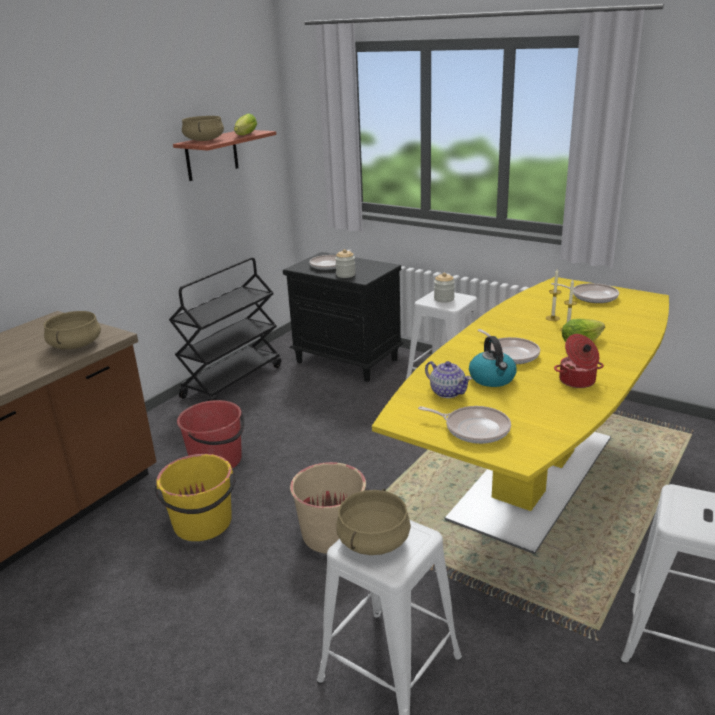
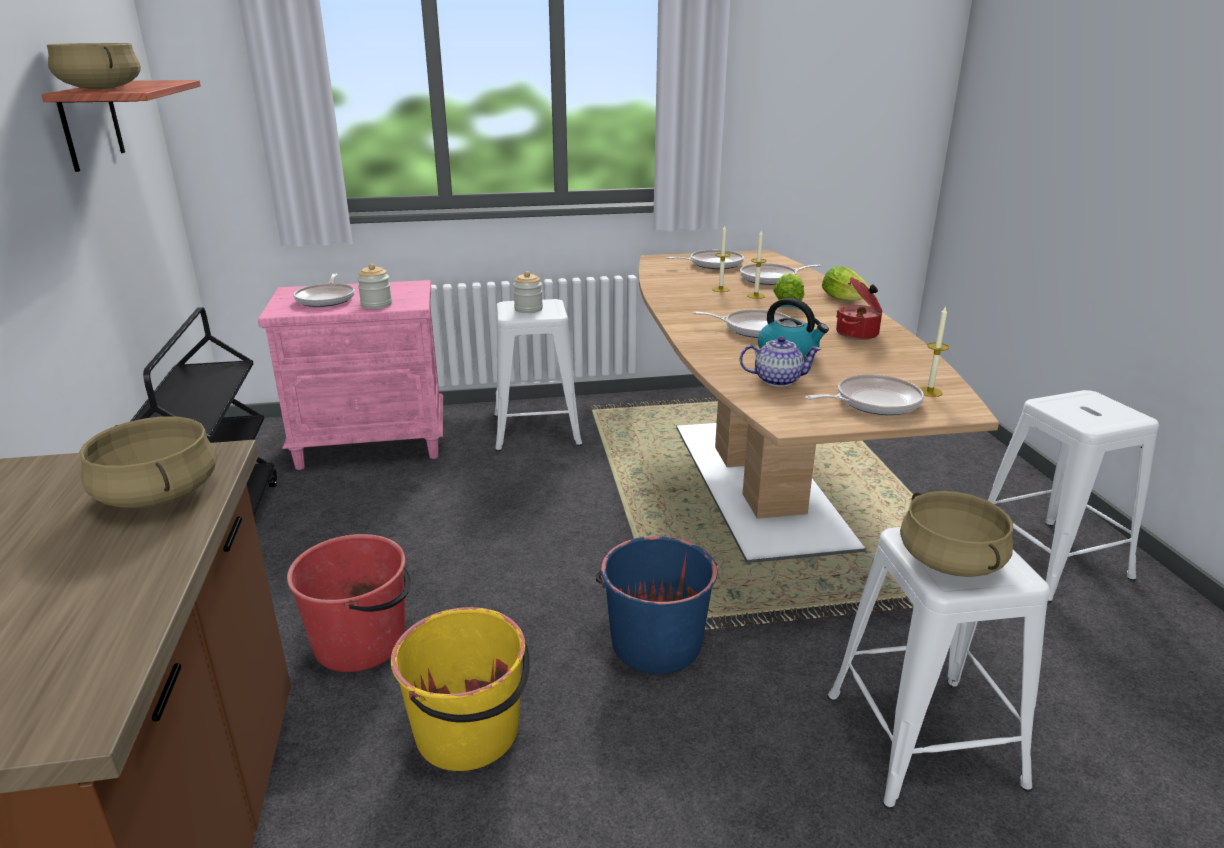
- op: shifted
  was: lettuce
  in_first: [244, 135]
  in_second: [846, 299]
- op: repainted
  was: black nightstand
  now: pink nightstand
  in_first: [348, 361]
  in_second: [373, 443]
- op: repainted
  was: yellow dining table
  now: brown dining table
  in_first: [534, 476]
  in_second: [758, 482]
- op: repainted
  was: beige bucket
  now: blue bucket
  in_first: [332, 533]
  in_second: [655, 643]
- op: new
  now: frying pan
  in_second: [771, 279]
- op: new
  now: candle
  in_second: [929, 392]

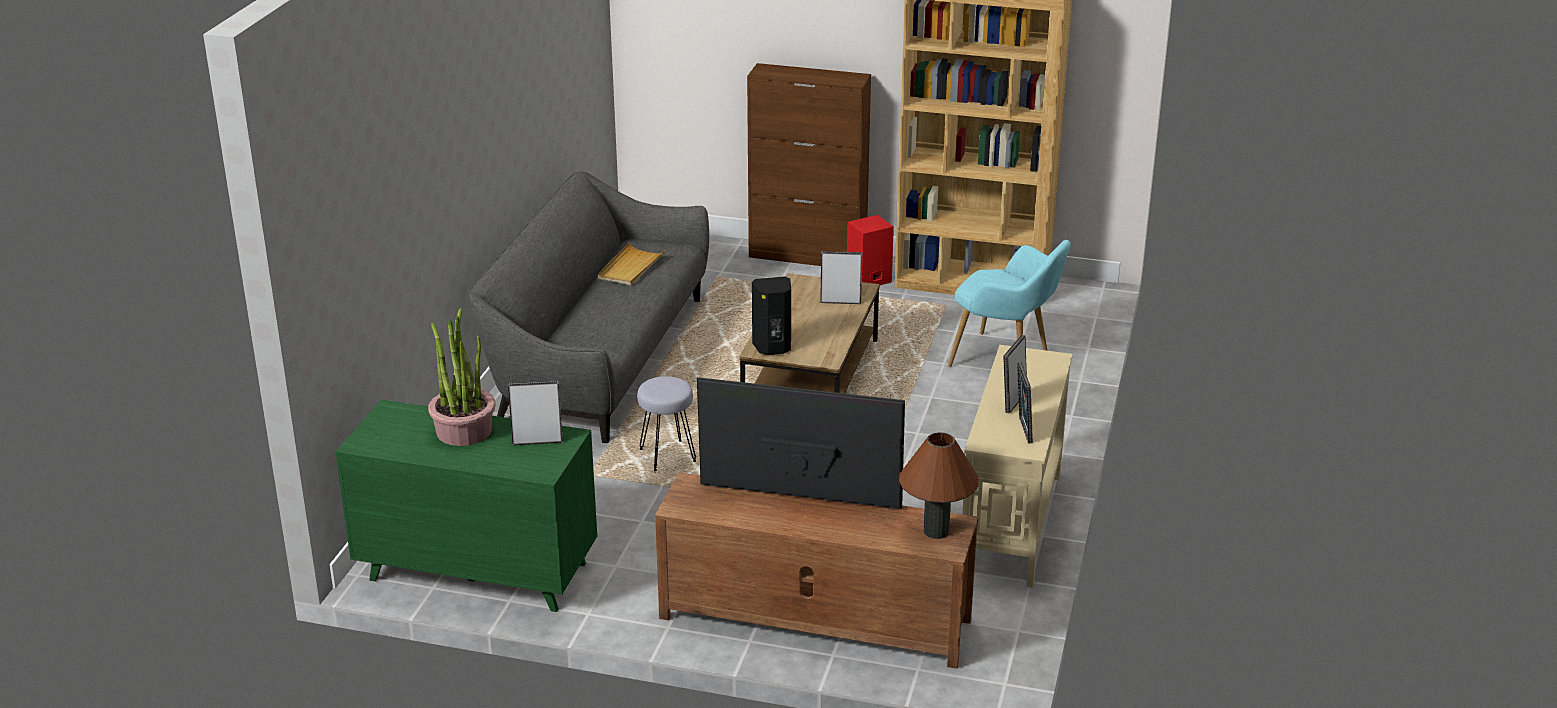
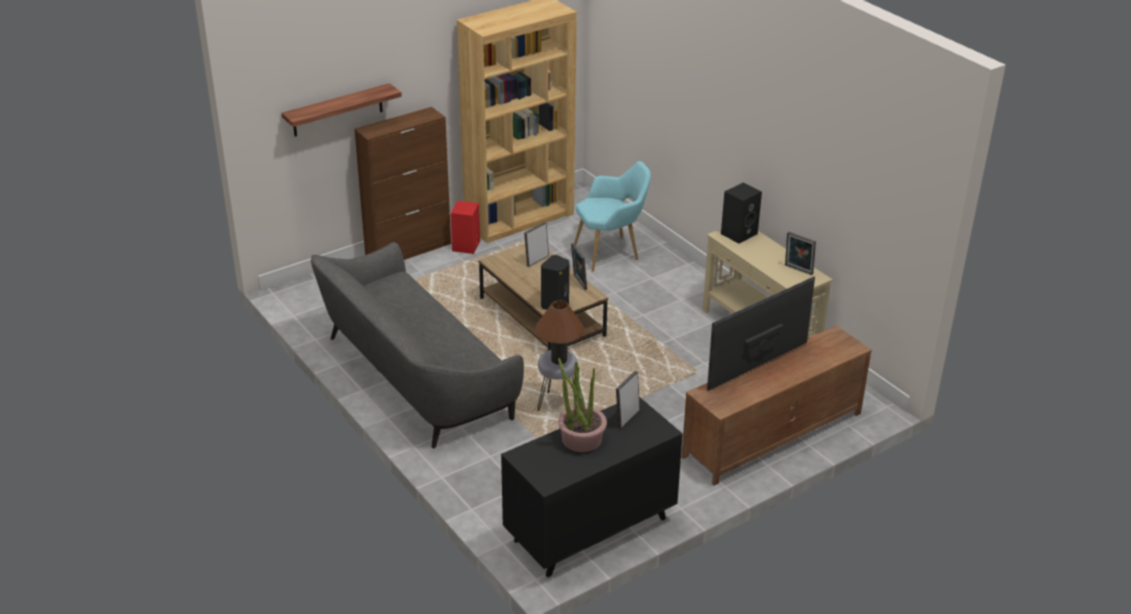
- op: gone
  was: beige tray
  in_first: [631, 268]
- op: shifted
  was: picture frame
  in_first: [1013, 401]
  in_second: [578, 282]
- op: repainted
  was: green dresser
  now: black dresser
  in_first: [476, 572]
  in_second: [589, 530]
- op: shifted
  was: brown table lamp
  in_first: [936, 531]
  in_second: [559, 359]
- op: new
  now: shelf
  in_second: [337, 110]
- op: new
  now: black speaker
  in_second: [739, 233]

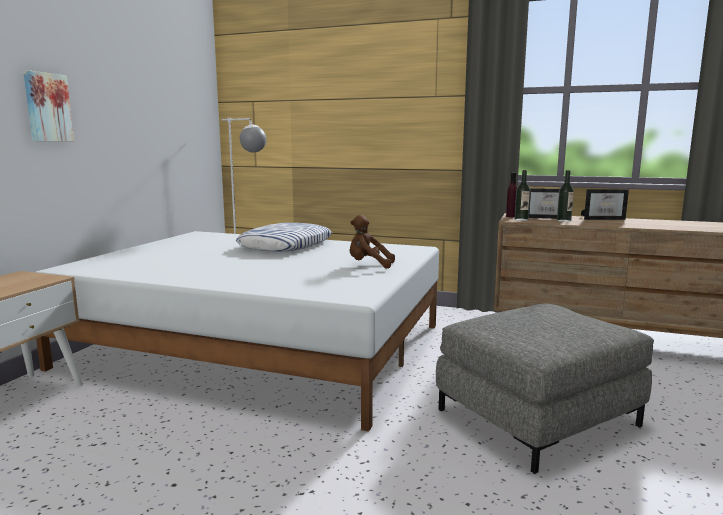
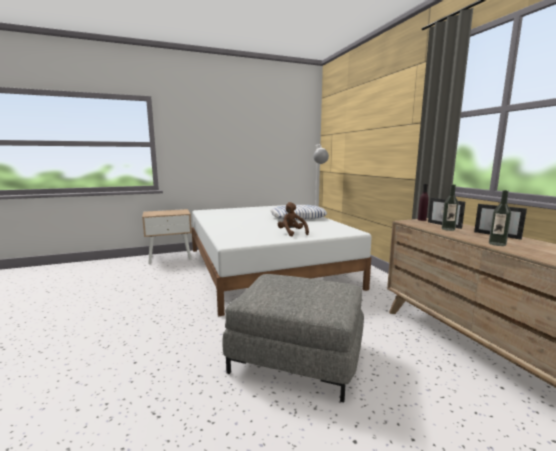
- op: gone
  was: picture
  in_first: [47, 107]
- op: shifted
  was: bottle
  in_first: [521, 219]
  in_second: [497, 244]

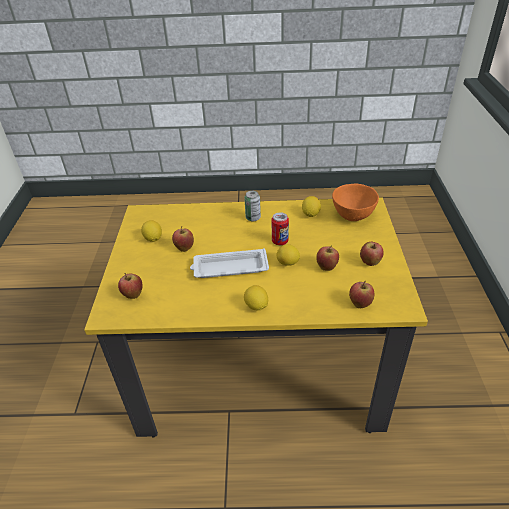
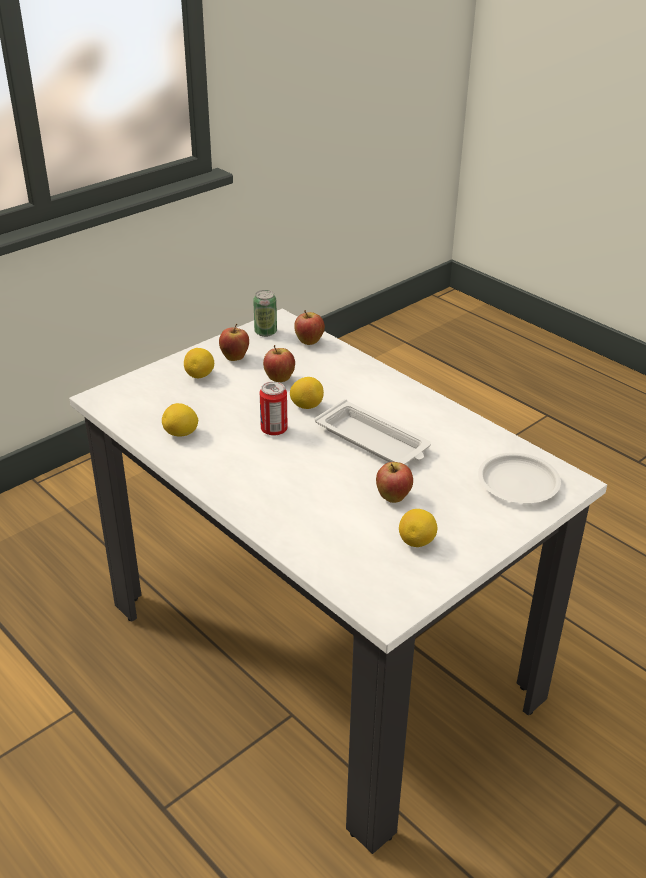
- op: gone
  was: orange bowl
  in_first: [353, 215]
- op: shifted
  was: can
  in_first: [253, 218]
  in_second: [265, 332]
- op: repainted
  was: yellow dining table
  now: white dining table
  in_first: [260, 370]
  in_second: [320, 652]
- op: swapped
  was: apple
  now: white plate
  in_first: [133, 295]
  in_second: [519, 483]
- op: shifted
  was: lemon
  in_first: [256, 306]
  in_second: [200, 376]

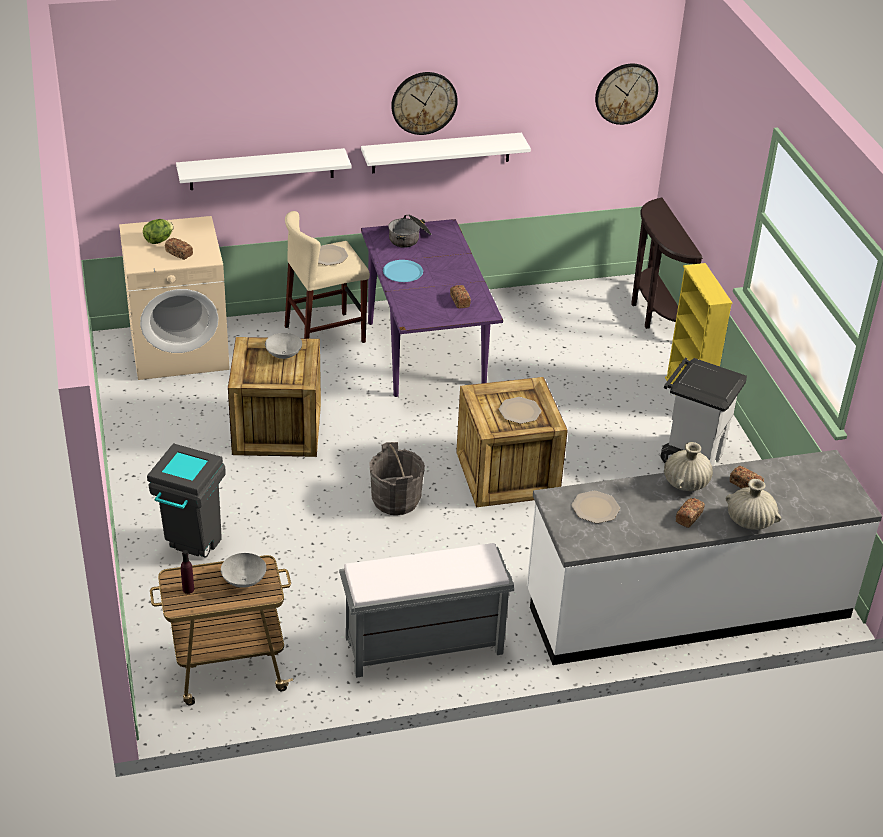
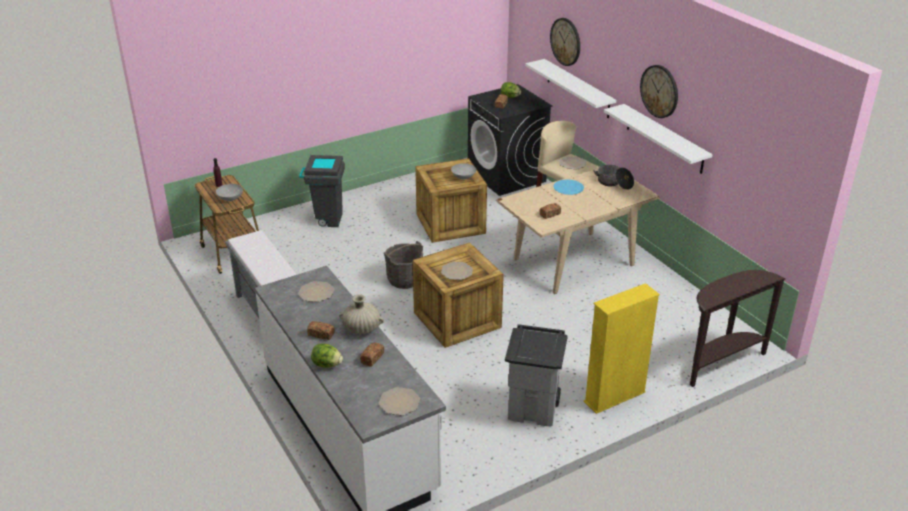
- op: shifted
  was: wall clock
  in_first: [626, 93]
  in_second: [566, 41]
- op: repainted
  was: beige washing machine
  now: black washing machine
  in_first: [180, 349]
  in_second: [507, 176]
- op: repainted
  was: purple dining table
  now: beige dining table
  in_first: [426, 354]
  in_second: [573, 262]
- op: swapped
  was: beige vase
  now: lettuce
  in_first: [749, 521]
  in_second: [327, 364]
- op: new
  now: plate
  in_second: [399, 402]

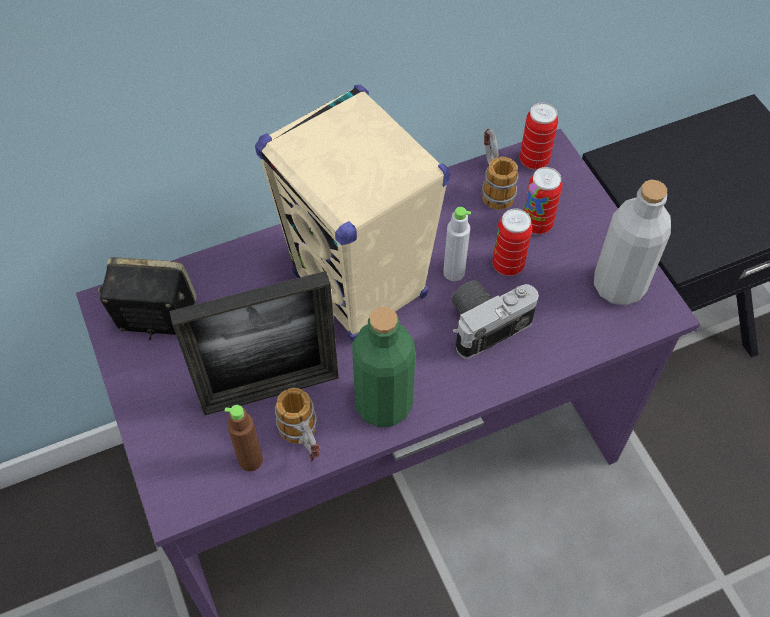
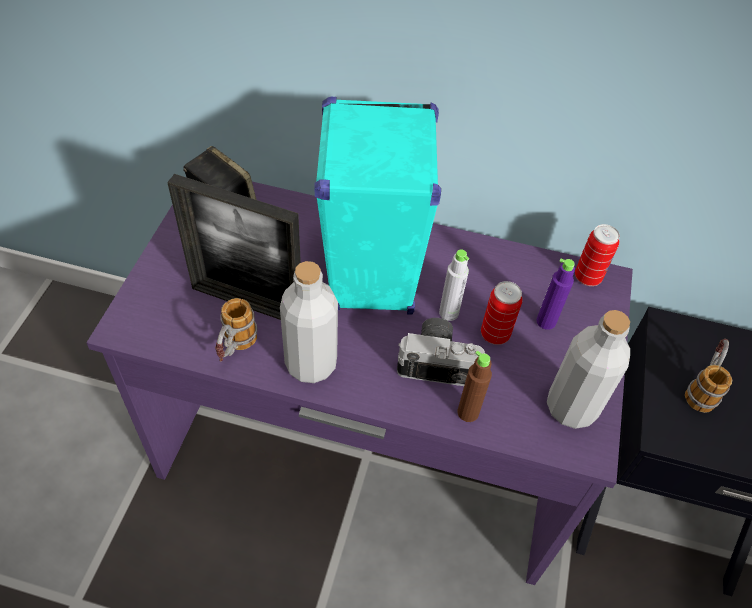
- op: repainted
  was: beige speaker
  now: turquoise speaker
  in_first: [360, 286]
  in_second: [372, 278]
- op: shifted
  was: mug
  in_first: [493, 185]
  in_second: [702, 387]
- op: swapped
  was: can
  now: purple bottle
  in_first: [537, 224]
  in_second: [546, 321]
- op: repainted
  was: green bottle
  now: grey bottle
  in_first: [383, 404]
  in_second: [311, 363]
- op: shifted
  was: brown bottle
  in_first: [250, 460]
  in_second: [468, 412]

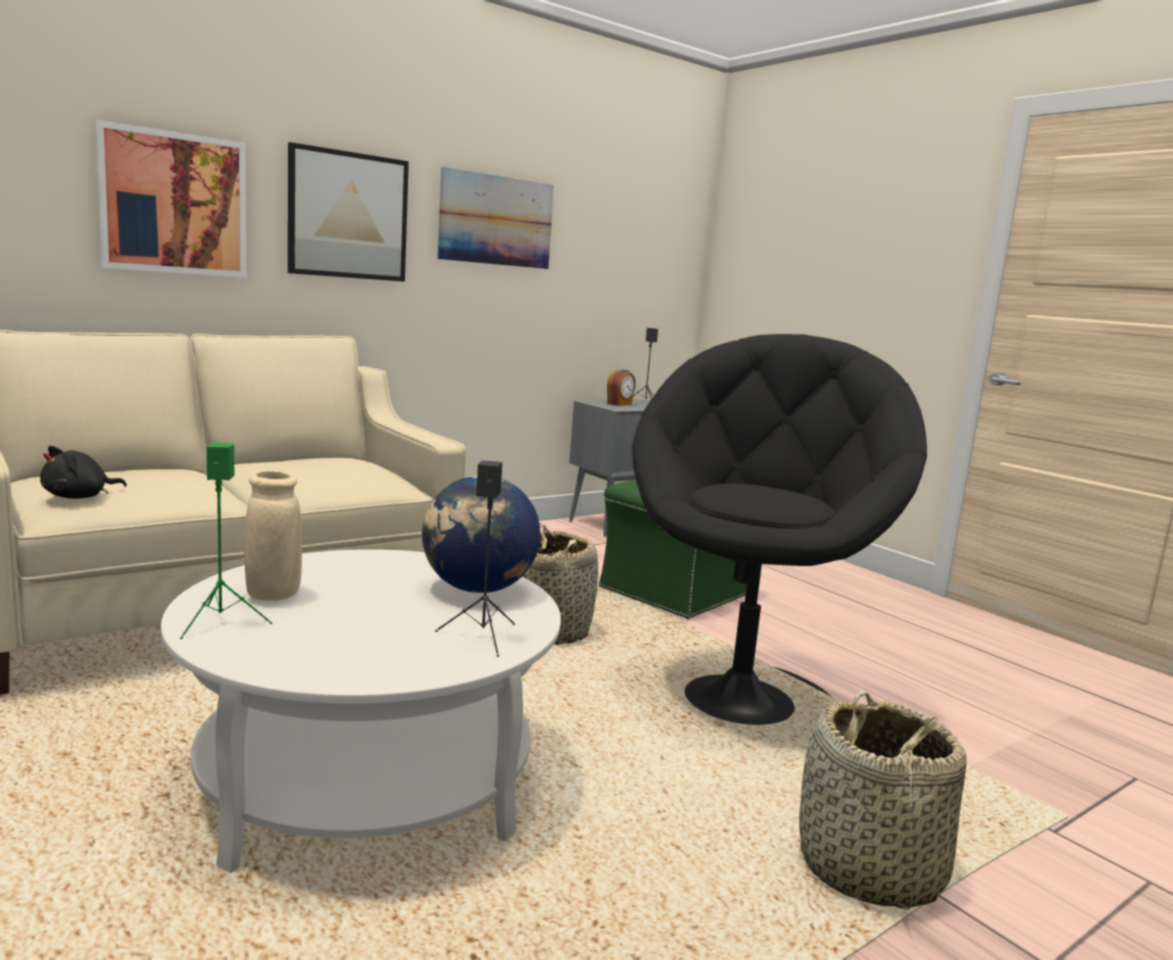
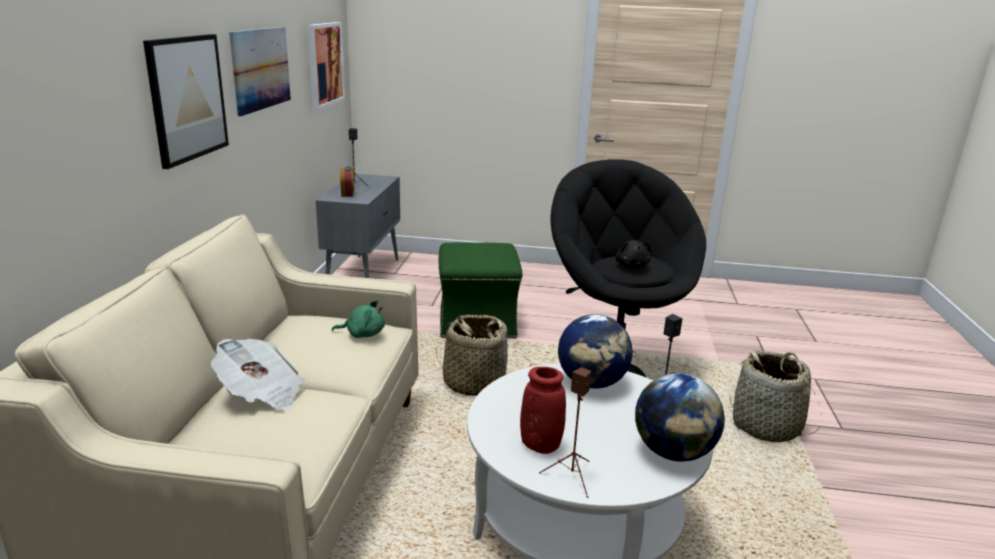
- op: shifted
  was: picture
  in_first: [173, 203]
  in_second: [324, 64]
- op: repainted
  was: green speaker
  now: brown speaker
  in_first: [220, 622]
  in_second: [572, 477]
- op: shifted
  was: black plush toy
  in_first: [79, 497]
  in_second: [631, 265]
- op: repainted
  was: beige vase
  now: red vase
  in_first: [273, 595]
  in_second: [540, 445]
- op: new
  now: green plush toy
  in_second: [363, 334]
- op: new
  now: newspaper
  in_second: [261, 393]
- op: new
  now: globe
  in_second: [673, 452]

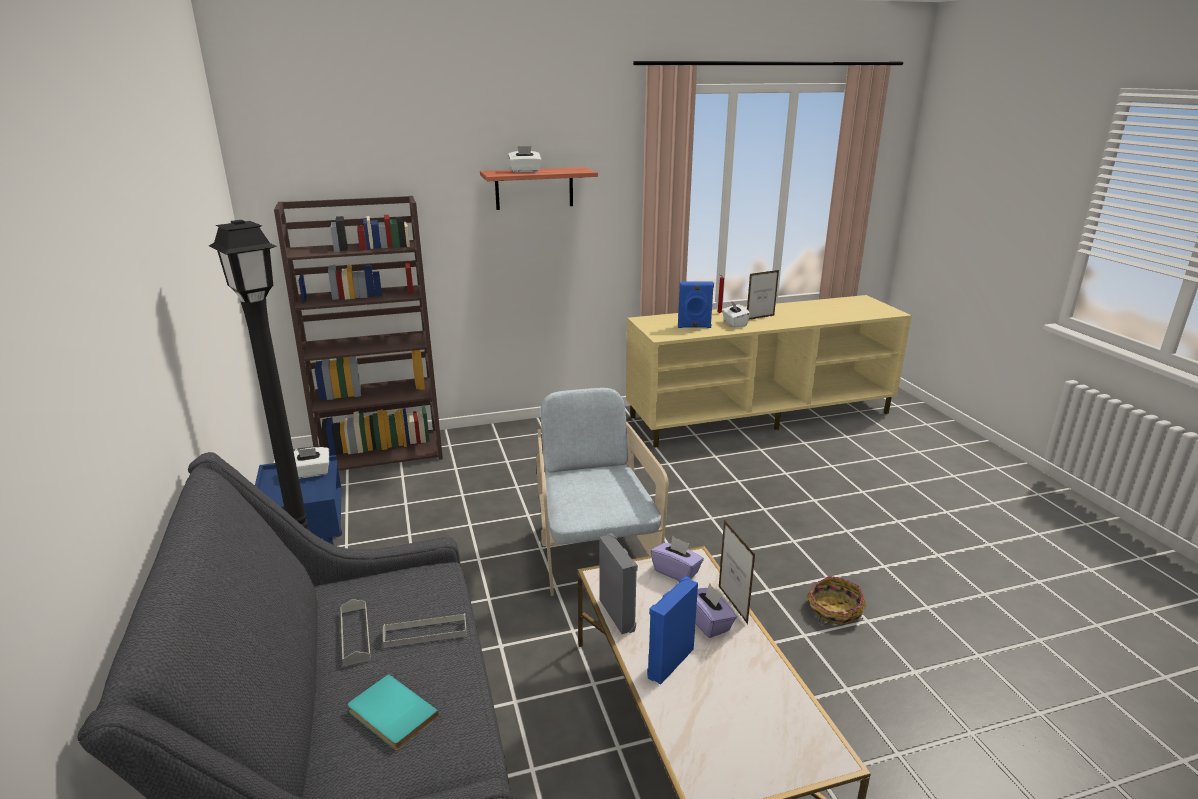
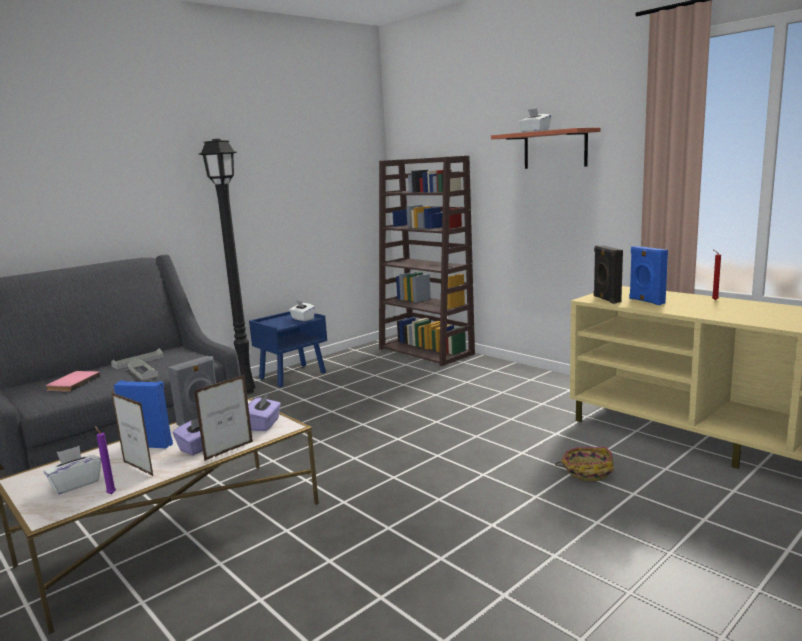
- op: shifted
  was: picture frame
  in_first: [760, 318]
  in_second: [138, 469]
- op: shifted
  was: white tissue box
  in_first: [734, 323]
  in_second: [76, 484]
- op: gone
  was: beige armchair
  in_first: [594, 554]
- op: shifted
  was: basket
  in_first: [833, 610]
  in_second: [586, 471]
- op: repainted
  was: turquoise book
  now: pink book
  in_first: [390, 716]
  in_second: [72, 383]
- op: new
  now: black speaker
  in_second: [606, 299]
- op: new
  now: purple candle
  in_second: [111, 493]

